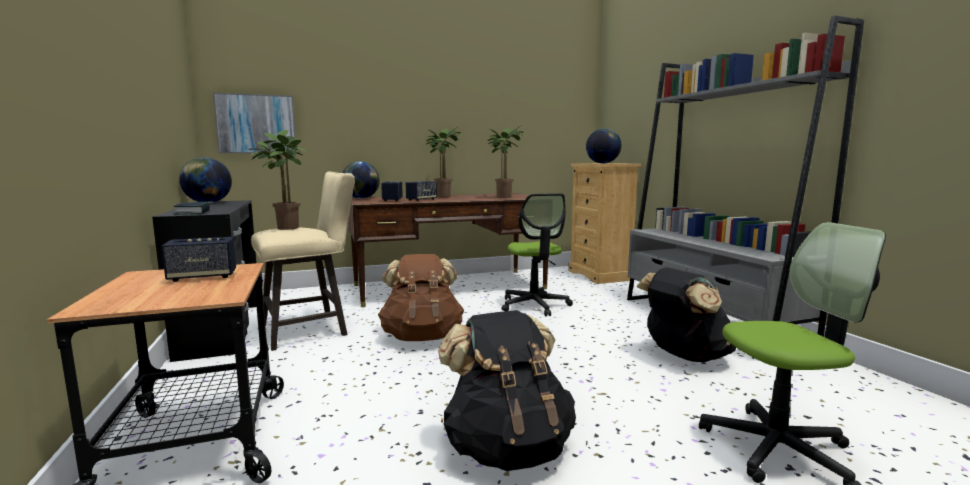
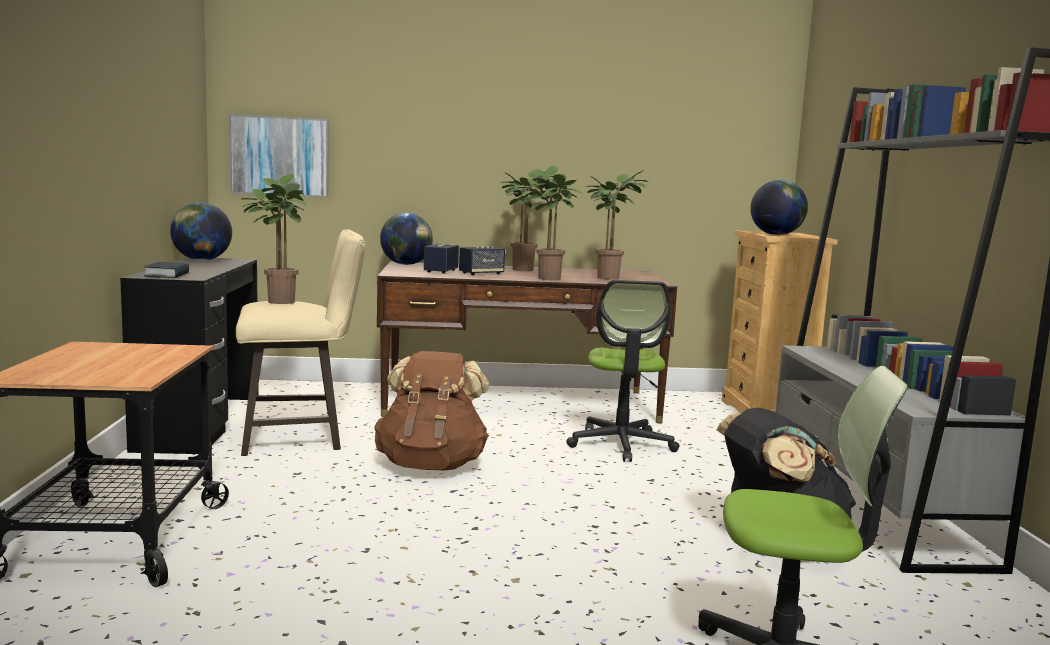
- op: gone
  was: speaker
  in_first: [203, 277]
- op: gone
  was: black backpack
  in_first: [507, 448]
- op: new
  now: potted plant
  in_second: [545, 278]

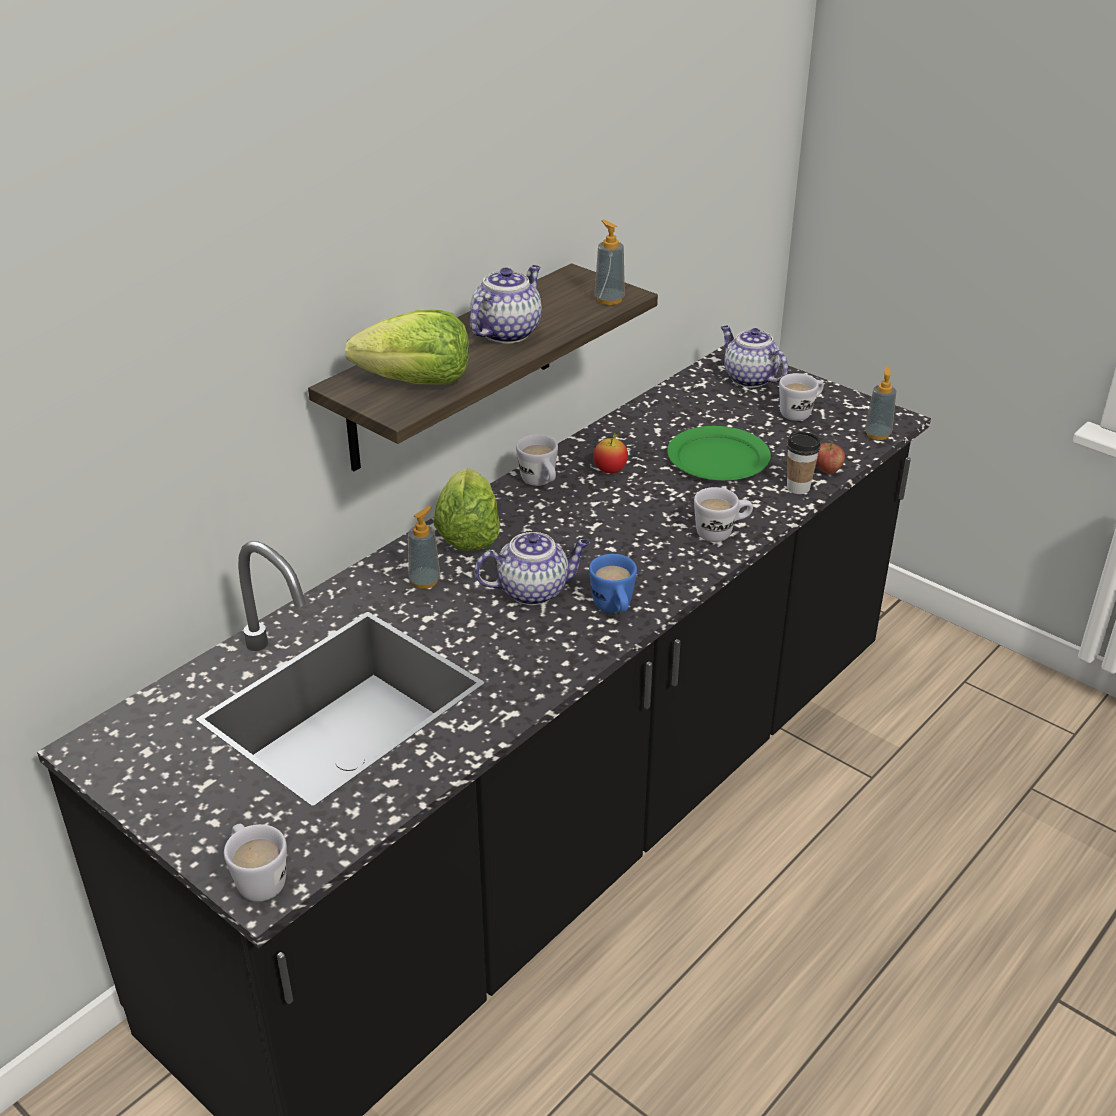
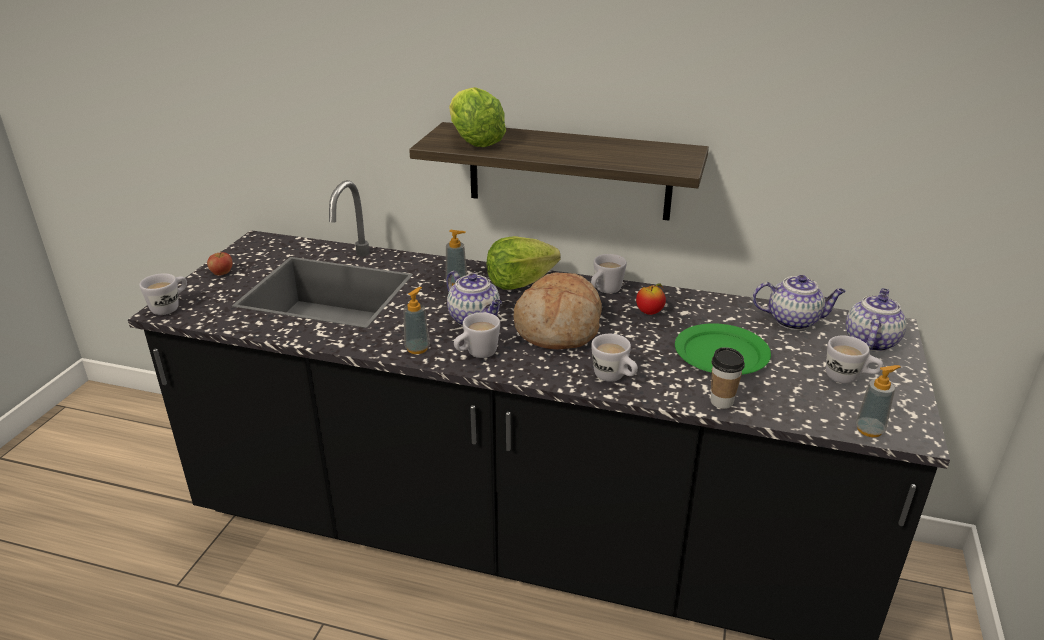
- op: shifted
  was: soap dispenser
  in_first: [609, 299]
  in_second: [417, 348]
- op: shifted
  was: teapot
  in_first: [507, 332]
  in_second: [794, 320]
- op: shifted
  was: apple
  in_first: [827, 470]
  in_second: [222, 273]
- op: repainted
  was: blue mug
  now: white mug
  in_first: [614, 609]
  in_second: [476, 354]
- op: new
  now: bread
  in_second: [558, 328]

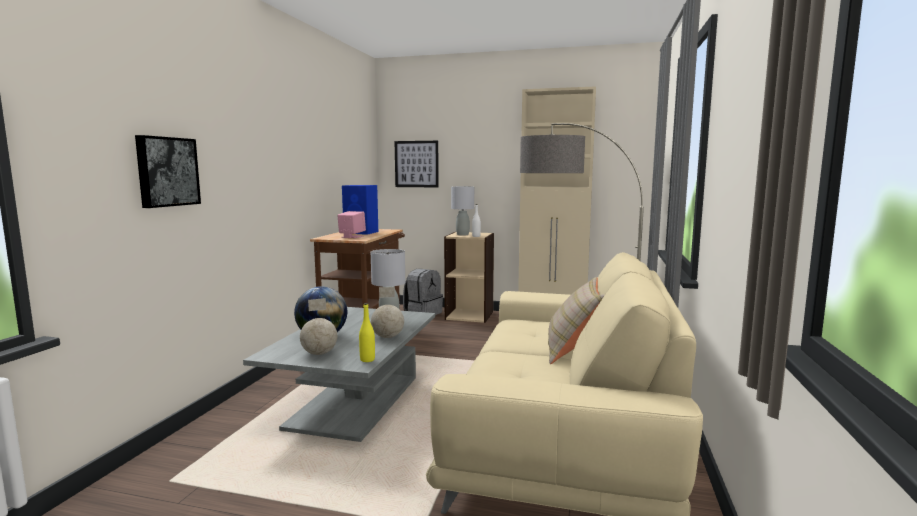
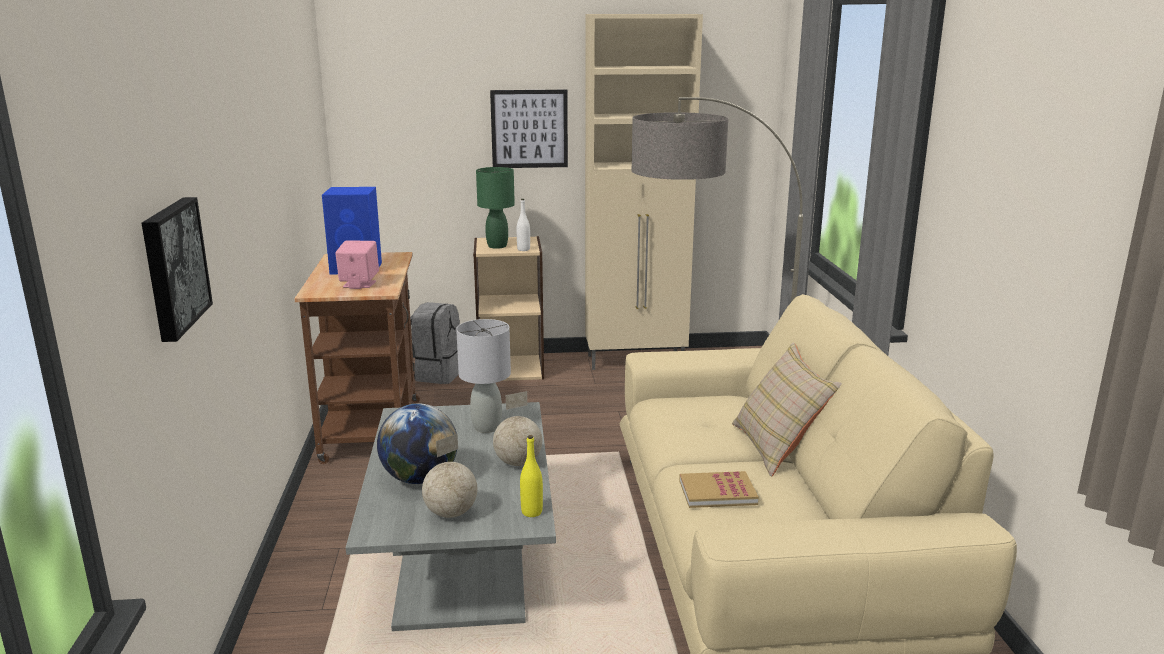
- op: shifted
  was: picture
  in_first: [416, 164]
  in_second: [529, 129]
- op: repainted
  was: grey table lamp
  now: green table lamp
  in_first: [462, 234]
  in_second: [497, 246]
- op: new
  now: book
  in_second: [717, 492]

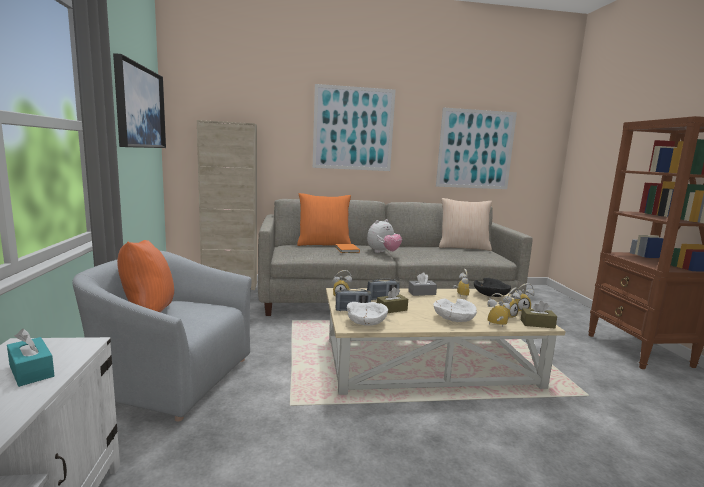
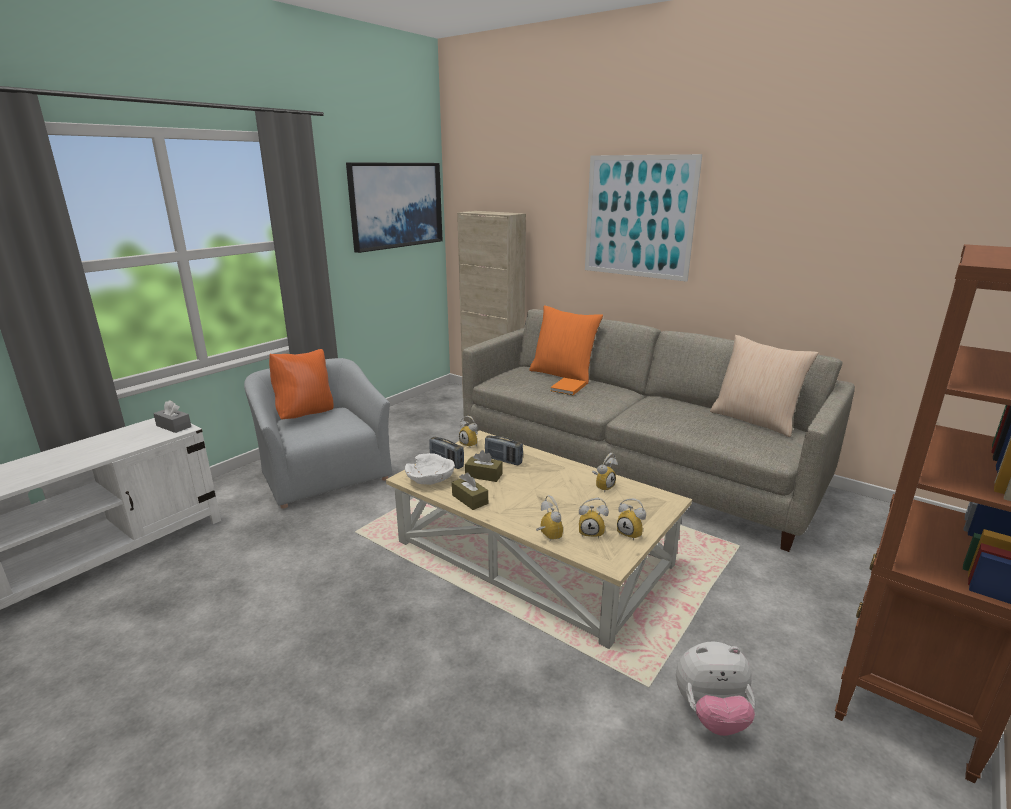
- op: gone
  was: picture
  in_first: [475, 149]
- op: shifted
  was: plush toy
  in_first: [383, 252]
  in_second: [711, 714]
- op: shifted
  was: grey tissue box
  in_first: [422, 293]
  in_second: [173, 426]
- op: gone
  was: black bowl
  in_first: [491, 295]
- op: gone
  was: white bowl
  in_first: [454, 319]
- op: shifted
  was: brown tissue box
  in_first: [537, 324]
  in_second: [470, 499]
- op: gone
  was: turquoise tissue box
  in_first: [31, 371]

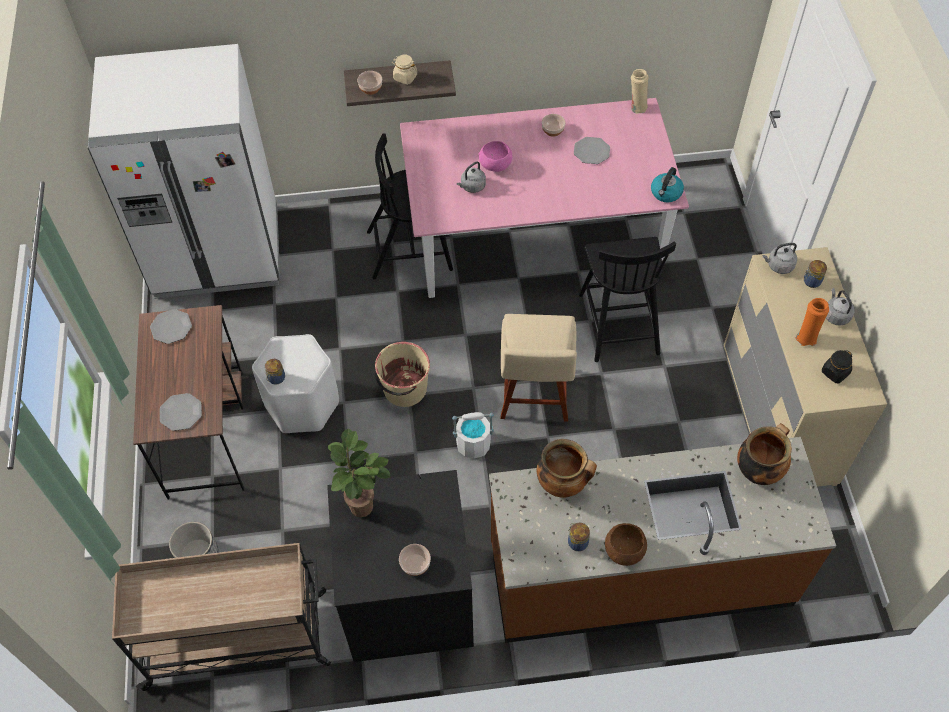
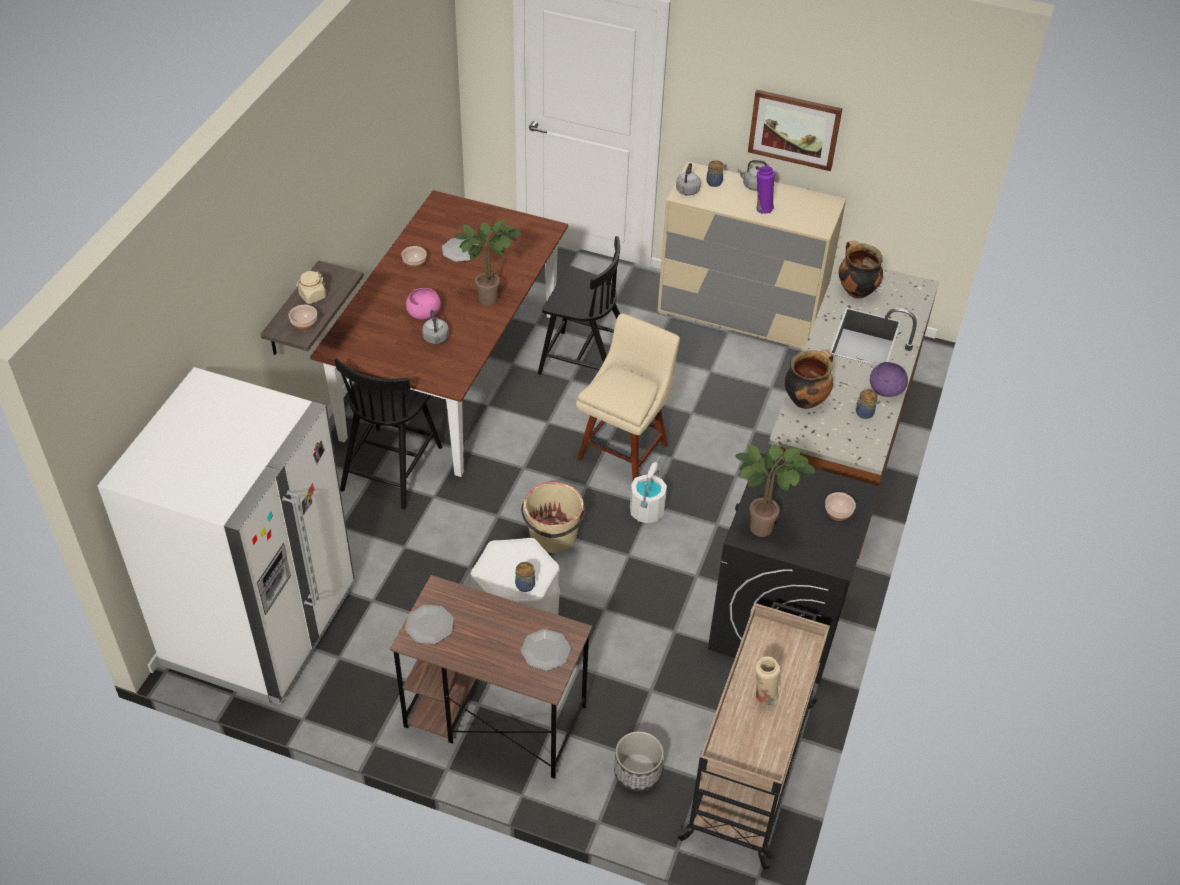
- op: shifted
  was: beige vase
  in_first: [637, 107]
  in_second: [764, 696]
- op: repainted
  was: pink dining table
  now: brown dining table
  in_first: [535, 238]
  in_second: [452, 375]
- op: gone
  was: kettle
  in_first: [666, 193]
- op: repainted
  was: orange vase
  now: purple vase
  in_first: [806, 337]
  in_second: [762, 208]
- op: rotated
  was: beige chair
  in_first: [534, 396]
  in_second: [624, 449]
  clockwise: -90
- op: gone
  was: black jar
  in_first: [835, 372]
- op: repainted
  was: brown bowl
  now: purple bowl
  in_first: [624, 551]
  in_second: [886, 390]
- op: new
  now: picture
  in_second: [794, 129]
- op: new
  now: potted plant
  in_second: [491, 297]

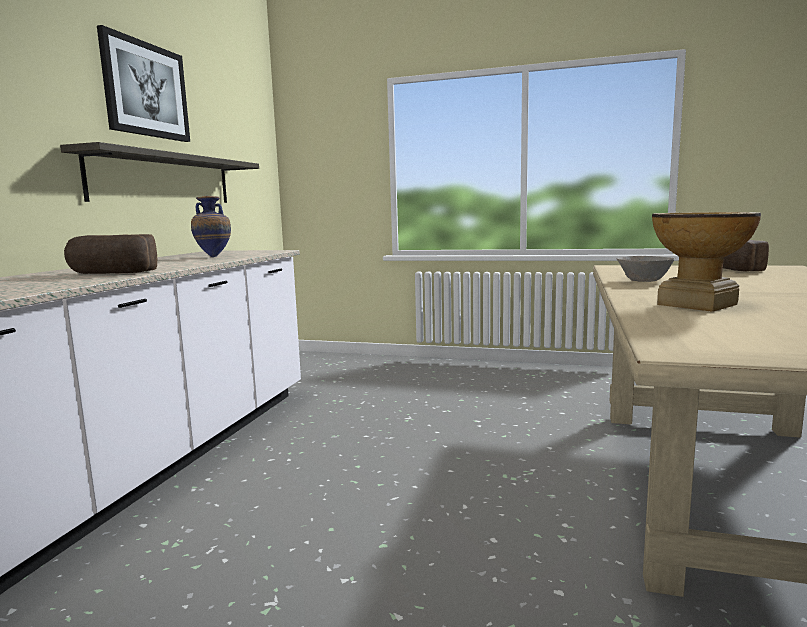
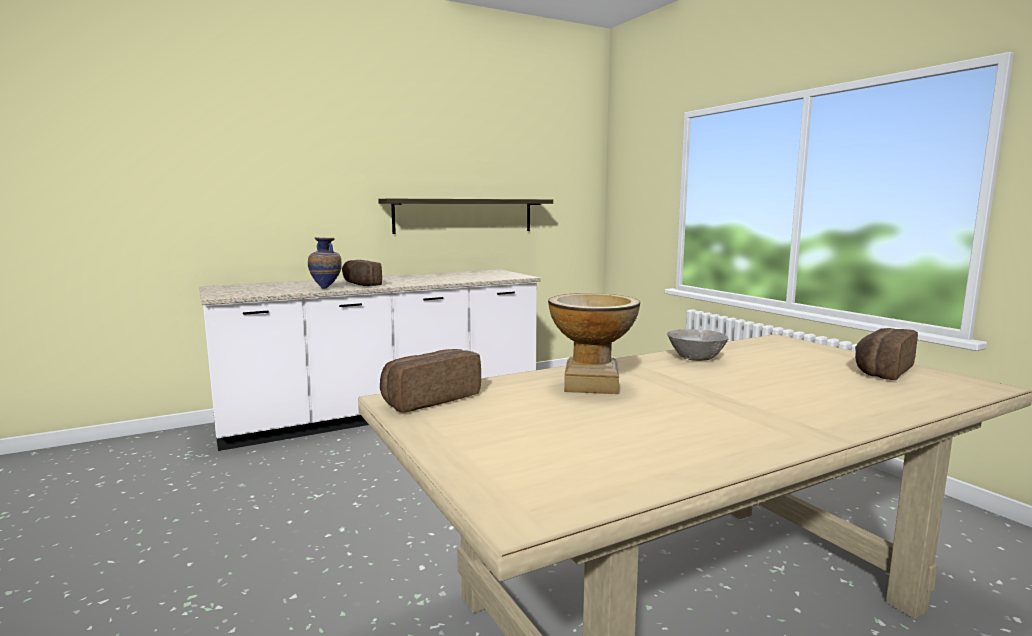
- op: gone
  was: picture
  in_first: [146, 90]
- op: shifted
  was: vase
  in_first: [214, 257]
  in_second: [326, 288]
- op: new
  now: bread
  in_second: [429, 399]

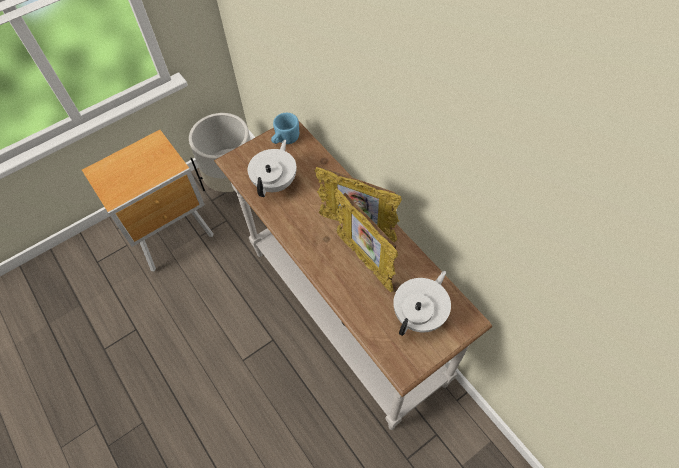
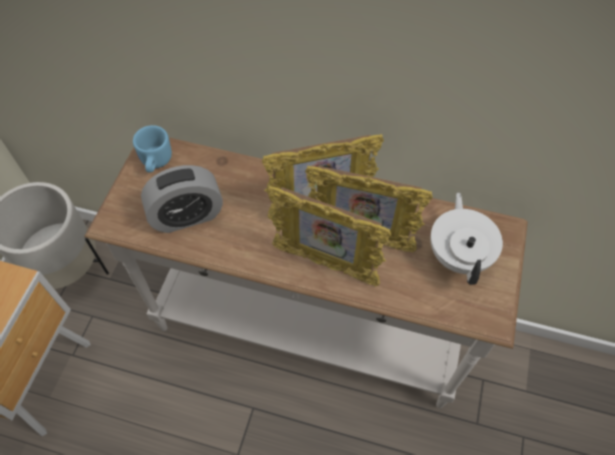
- op: swapped
  was: white teapot
  now: alarm clock
  in_first: [275, 182]
  in_second: [187, 216]
- op: new
  now: picture frame
  in_second: [325, 264]

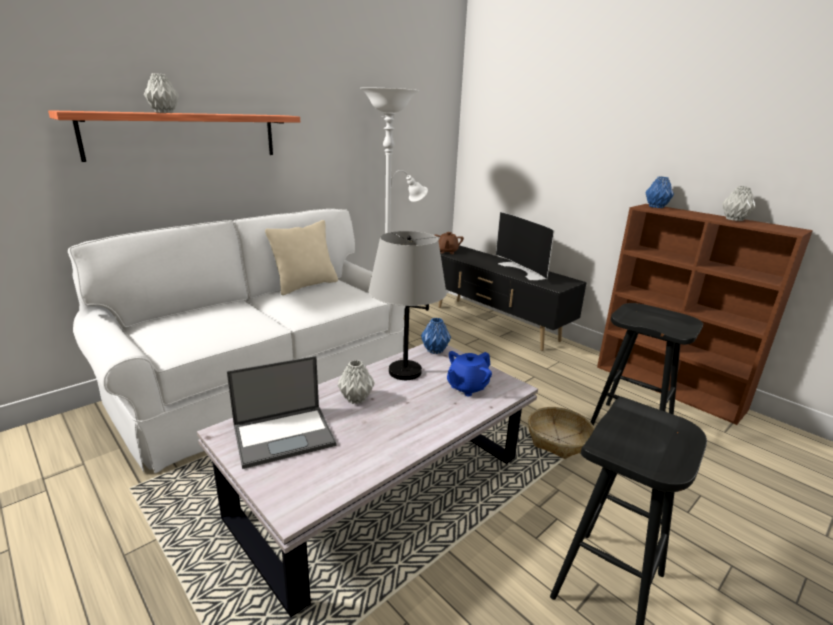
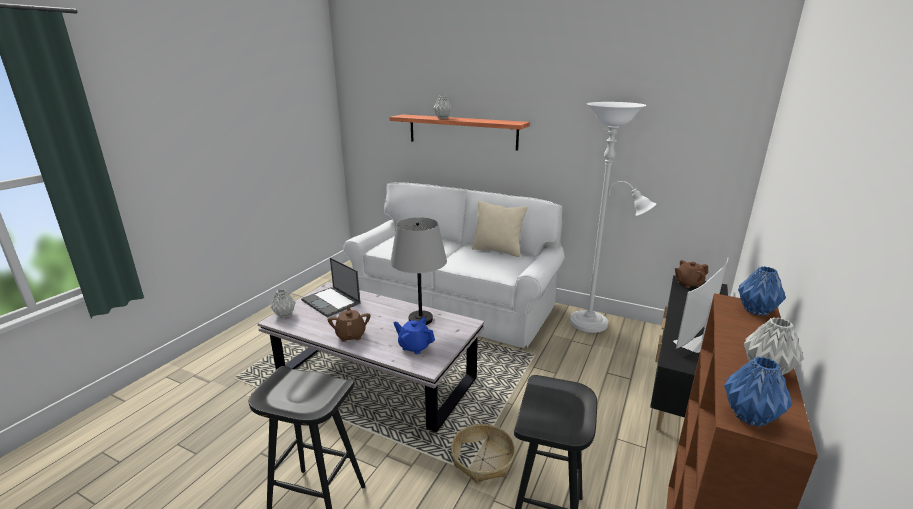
- op: shifted
  was: blue vase
  in_first: [435, 350]
  in_second: [751, 417]
- op: shifted
  was: grey vase
  in_first: [356, 398]
  in_second: [285, 314]
- op: new
  now: brown teapot
  in_second: [351, 335]

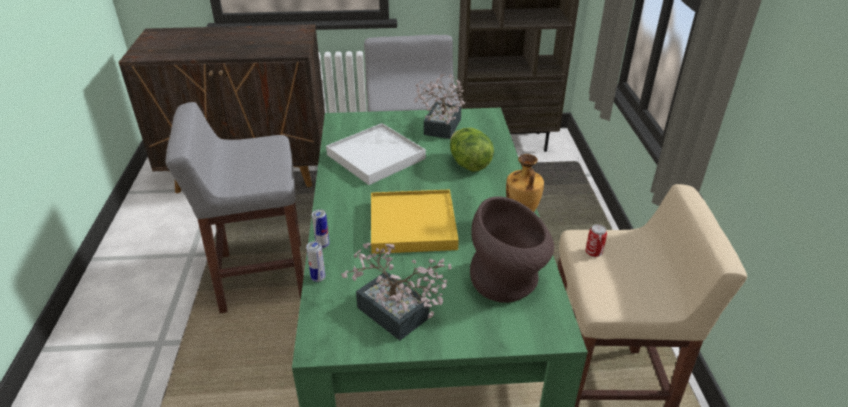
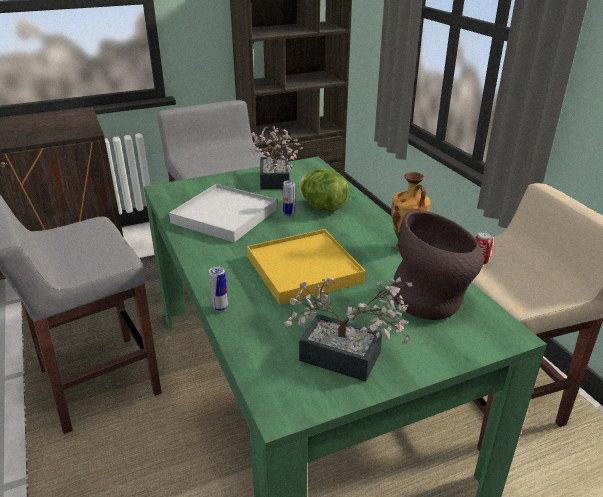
- op: shifted
  was: can
  in_first: [318, 278]
  in_second: [289, 214]

